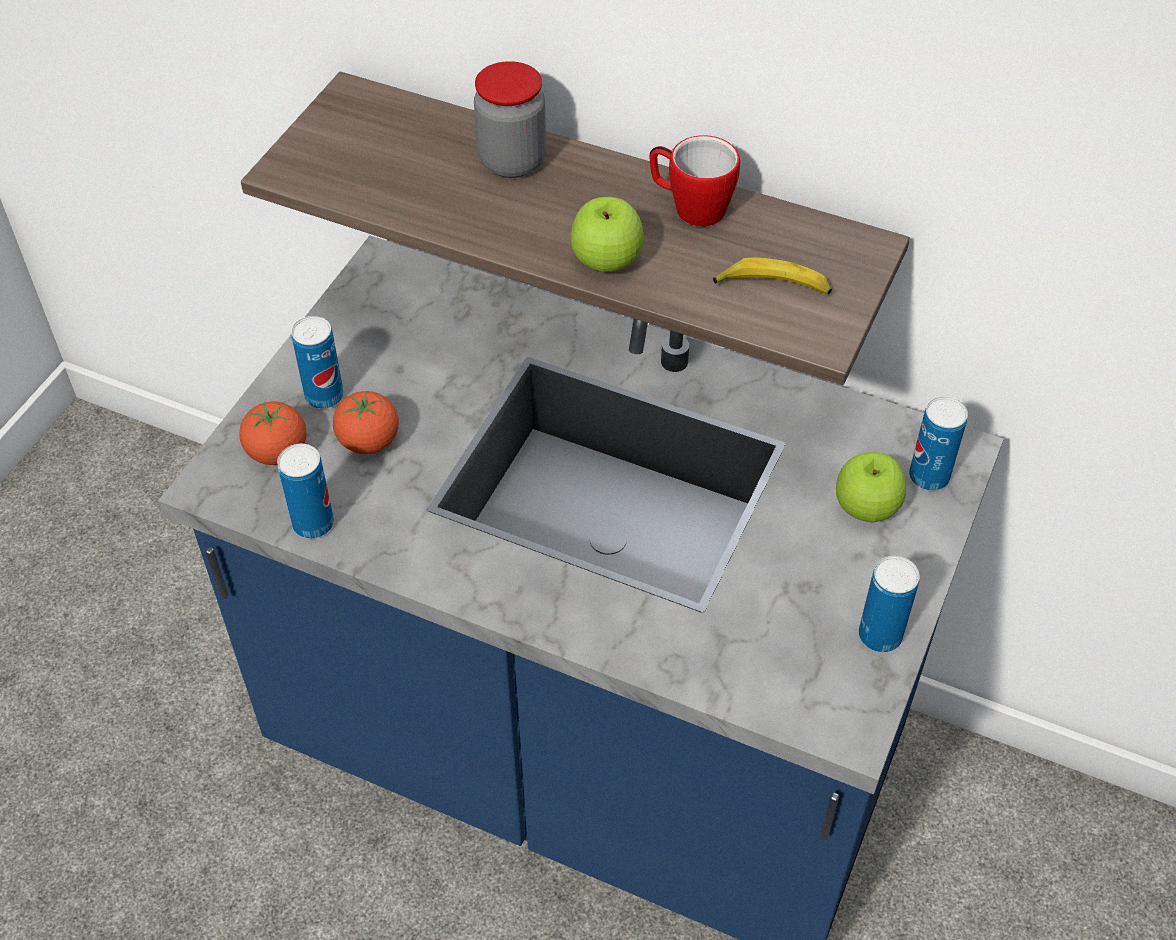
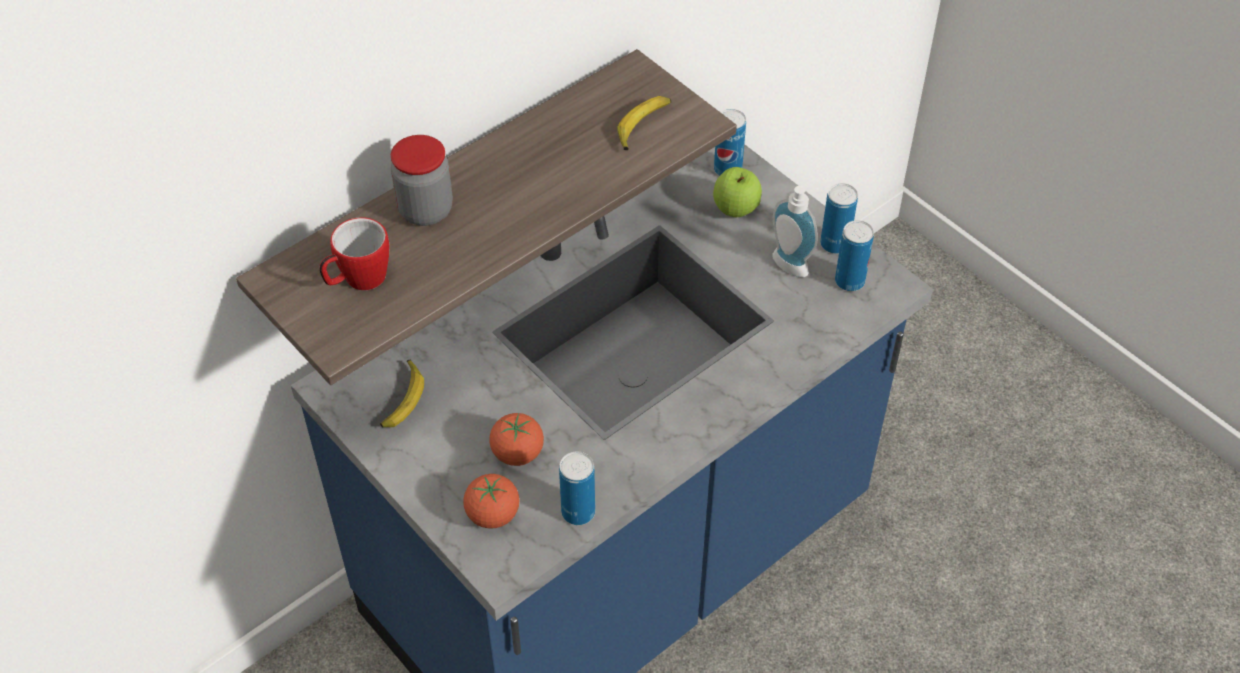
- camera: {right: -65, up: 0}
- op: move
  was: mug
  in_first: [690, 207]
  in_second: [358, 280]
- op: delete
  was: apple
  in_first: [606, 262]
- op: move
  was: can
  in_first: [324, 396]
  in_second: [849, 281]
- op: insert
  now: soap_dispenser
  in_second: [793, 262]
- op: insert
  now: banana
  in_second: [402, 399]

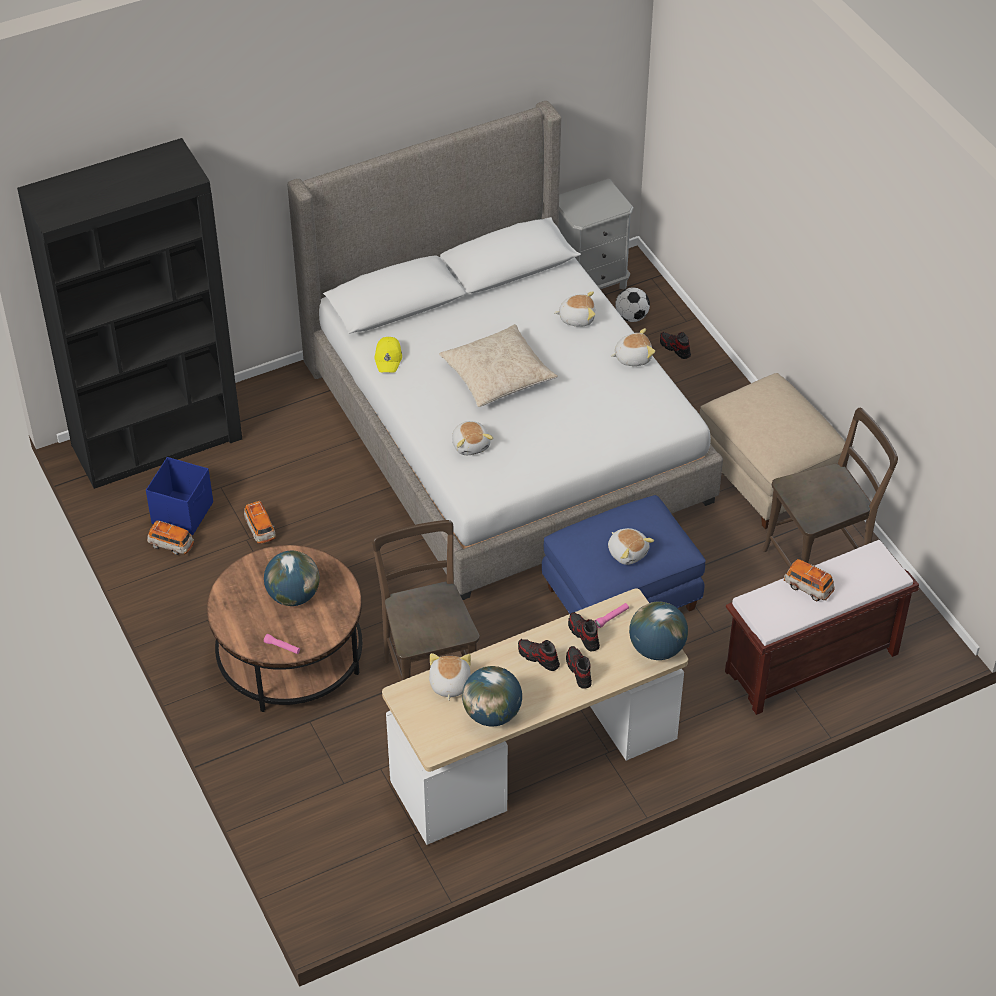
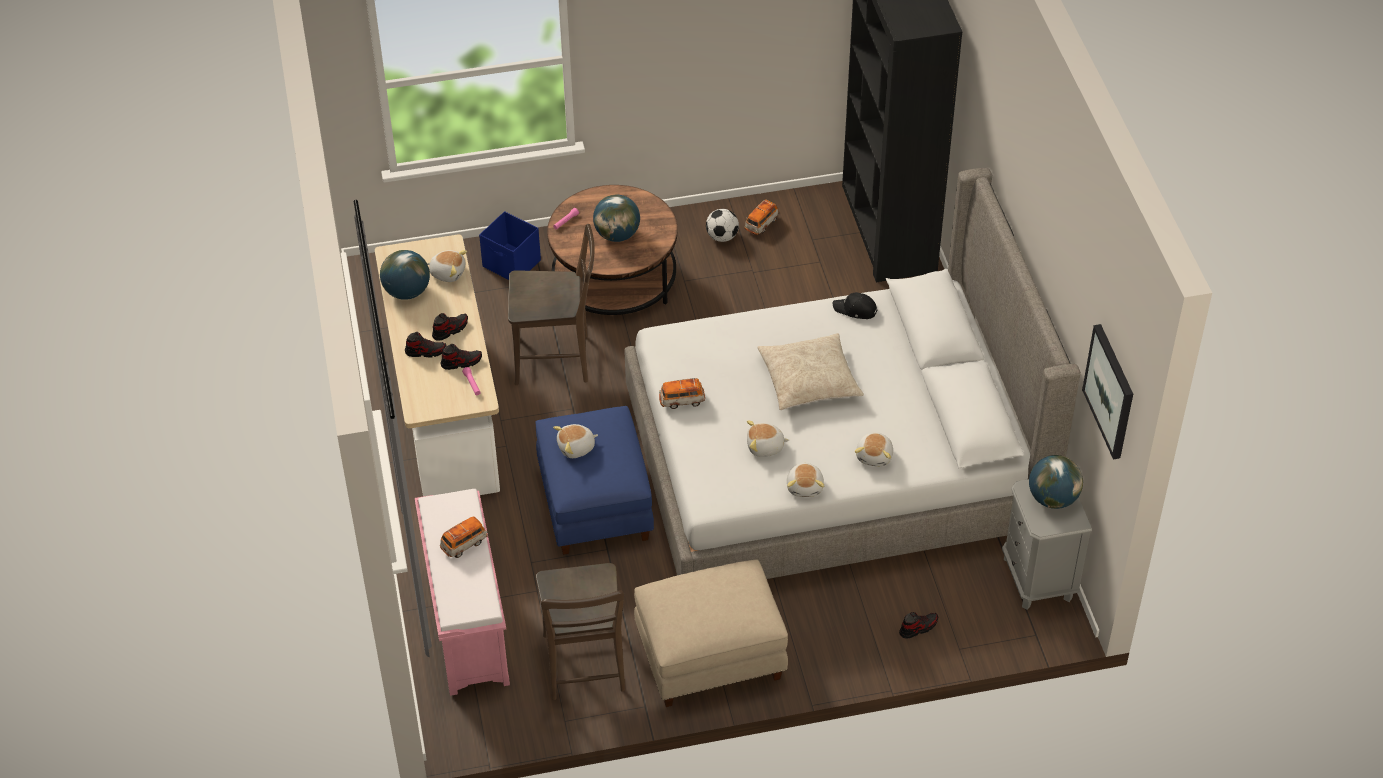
- camera: {right: 105, up: 0}
- op: move
  was: football
  in_first: [631, 317]
  in_second: [722, 237]
- op: recolor
  was: yellow_cap
  now: black_cap
  in_first: [388, 358]
  in_second: [855, 310]
- op: move
  was: plush_toy
  in_first: [471, 445]
  in_second: [765, 447]
- op: move
  was: blue_storage_box
  in_first: [183, 513]
  in_second: [512, 264]
- op: move
  was: toy_car
  in_first: [260, 529]
  in_second: [682, 400]
- op: recolor
  was: brown_bench
  now: pink_bench
  in_first: [810, 664]
  in_second: [466, 624]
- op: move
  was: globe
  in_first: [657, 649]
  in_second: [1052, 499]
- op: insert
  now: picture
  in_second: [1110, 391]

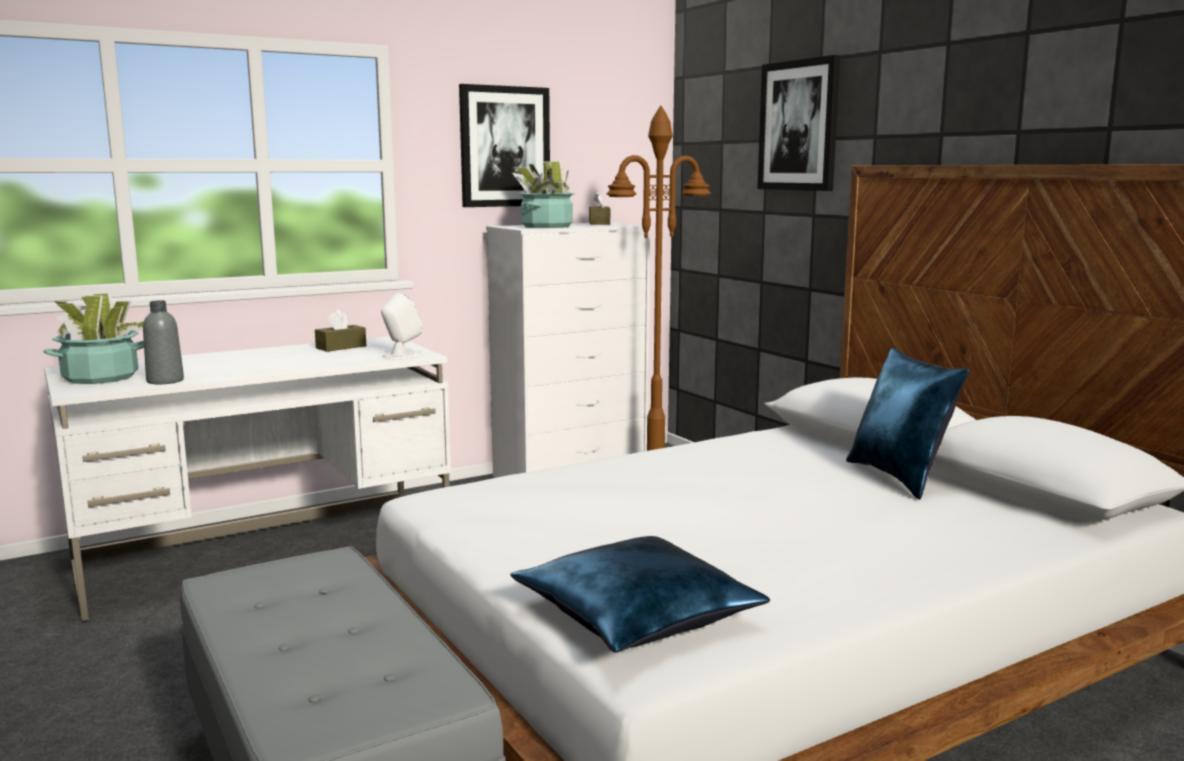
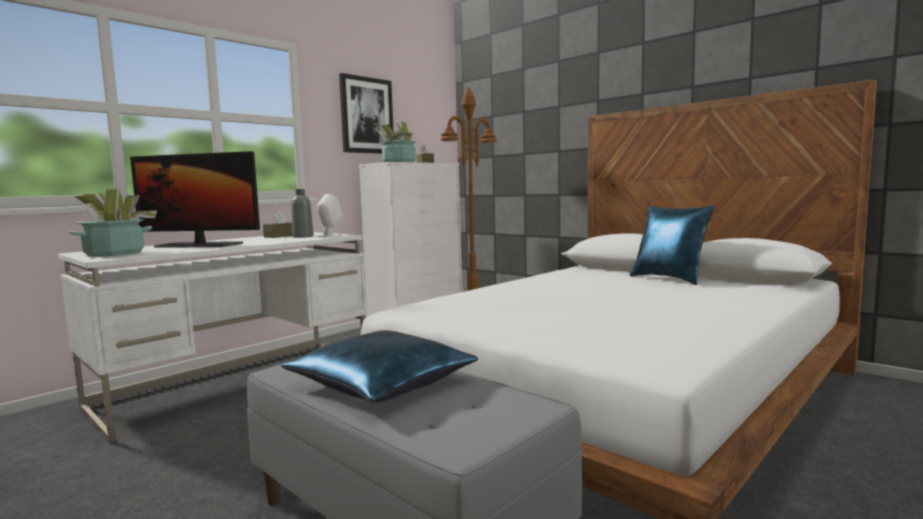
- camera: {right: -15, up: -5}
- op: delete
  was: picture
  in_first: [799, 126]
- op: move
  was: grey_bottle
  in_first: [165, 381]
  in_second: [303, 236]
- op: move
  was: blue_pillow
  in_first: [638, 616]
  in_second: [383, 384]
- op: insert
  now: monitor
  in_second: [199, 245]

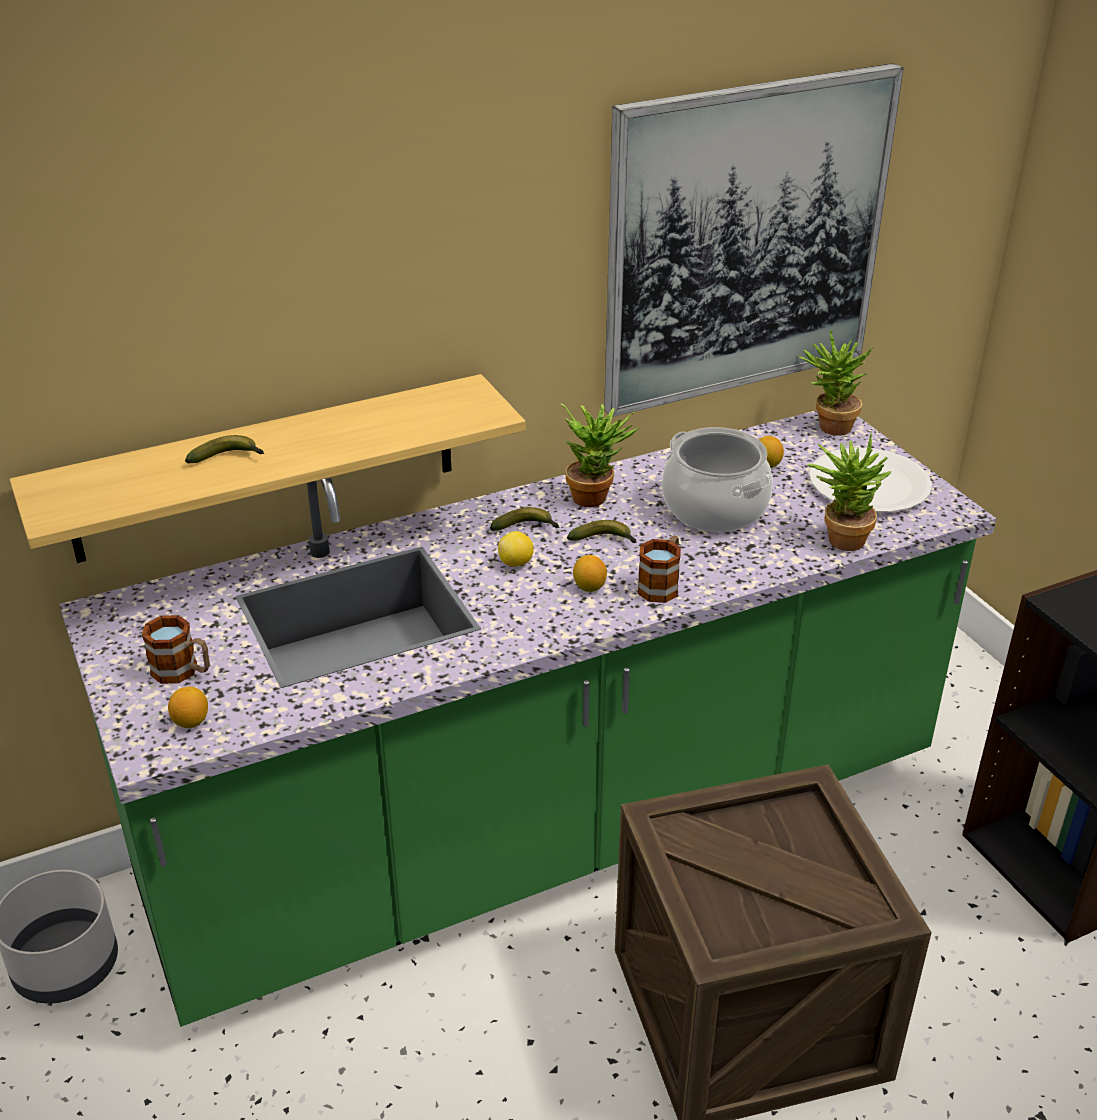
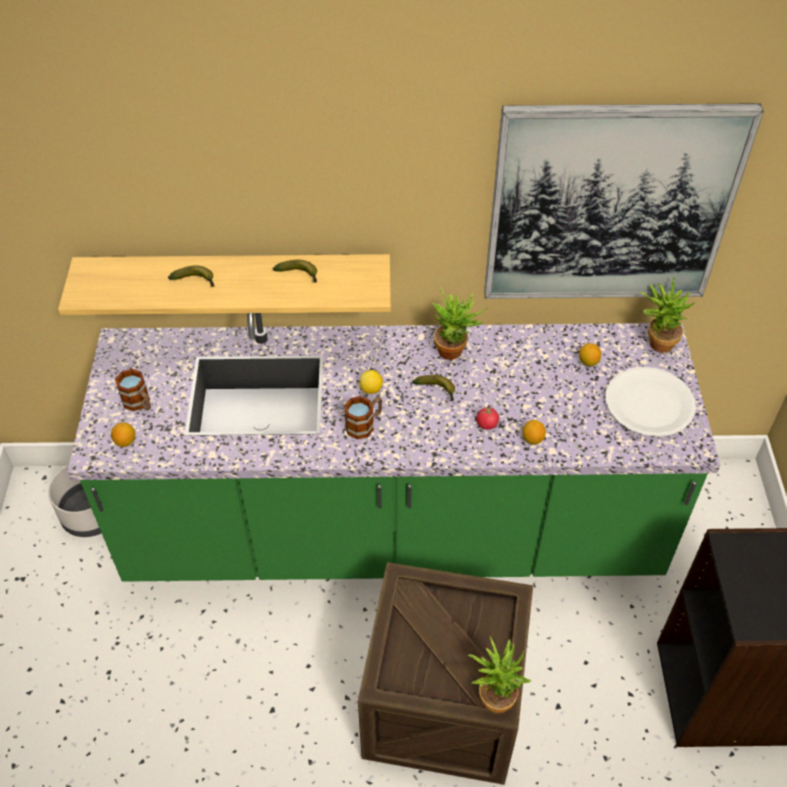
- camera: {right: 25, up: 15}
- op: delete
  was: cooking_pot
  in_first: [715, 507]
- op: move
  was: potted_plant
  in_first: [840, 537]
  in_second: [494, 695]
- op: move
  was: banana
  in_first: [527, 528]
  in_second: [300, 275]
- op: move
  was: mug
  in_first: [661, 585]
  in_second: [364, 424]
- op: move
  was: lemon
  in_first: [589, 587]
  in_second: [532, 439]
- op: insert
  now: tomato
  in_second: [487, 424]

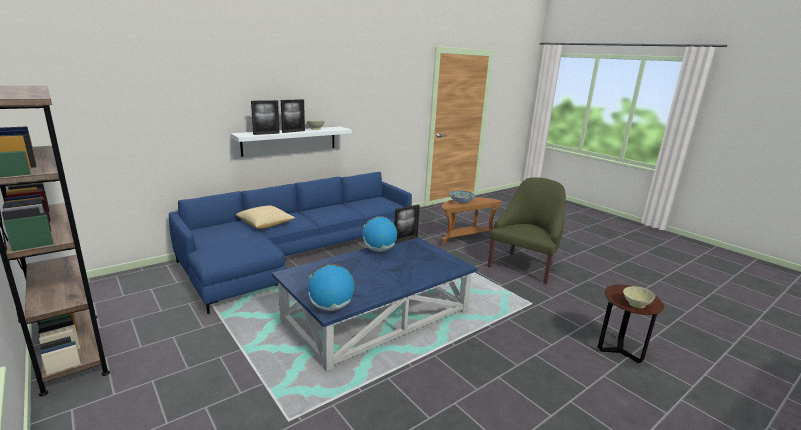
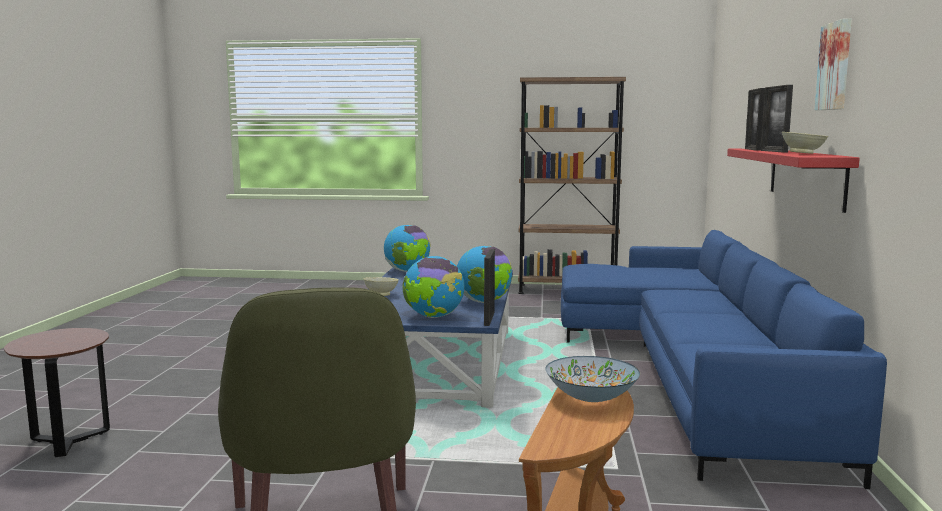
- camera: {right: 135, up: -10}
- op: recolor
  was: white_shelf
  now: red_shelf
  in_first: [290, 140]
  in_second: [805, 176]
- op: delete
  was: pillow
  in_first: [266, 224]
- op: move
  was: beige_bowl
  in_first: [635, 304]
  in_second: [381, 295]
- op: insert
  now: picture
  in_second: [836, 66]
- op: insert
  now: globe
  in_second: [434, 317]

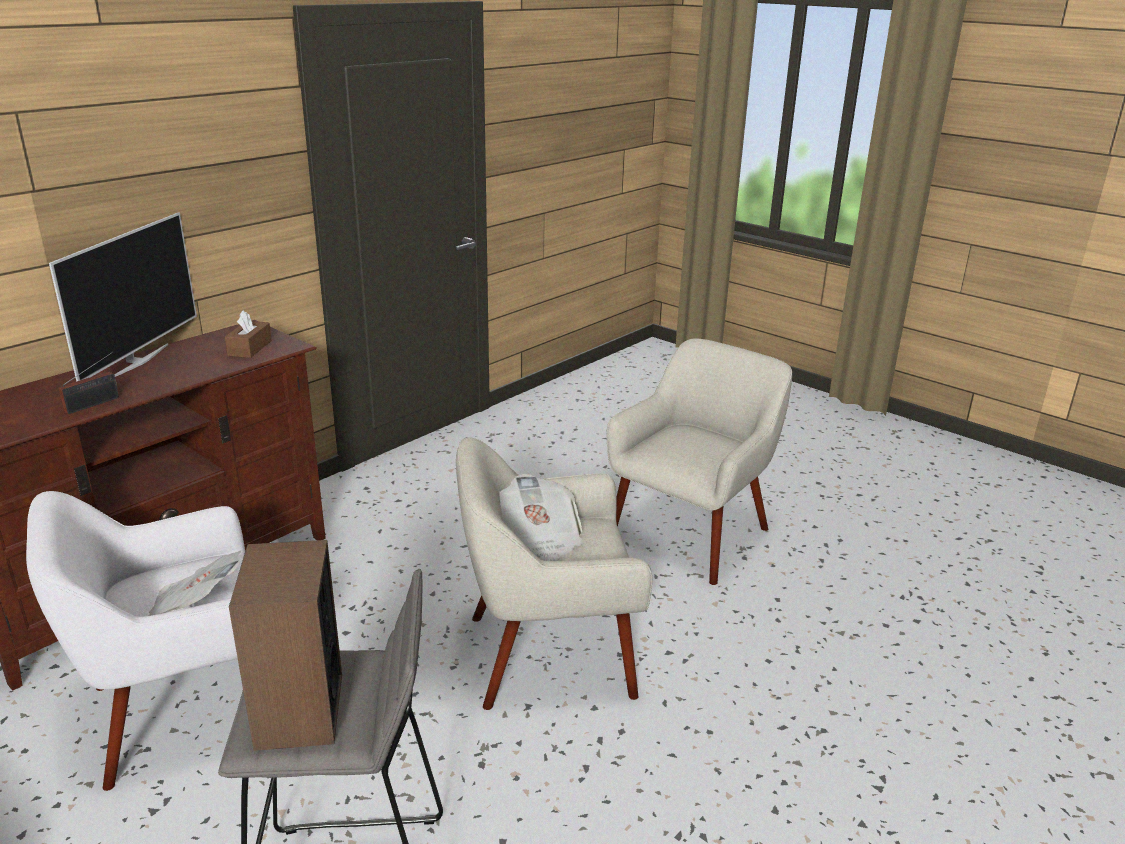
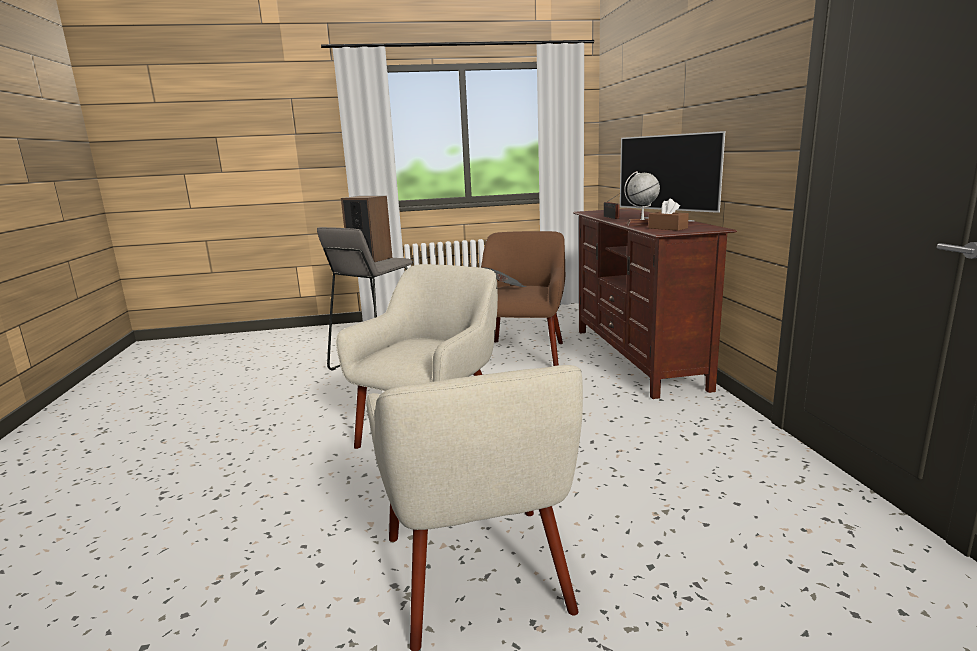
- camera: {right: 130, up: -10}
- op: delete
  was: newspaper
  in_first: [540, 540]
- op: recolor
  was: white_armchair
  now: brown_armchair
  in_first: [183, 710]
  in_second: [523, 353]
- op: insert
  now: globe
  in_second: [642, 224]

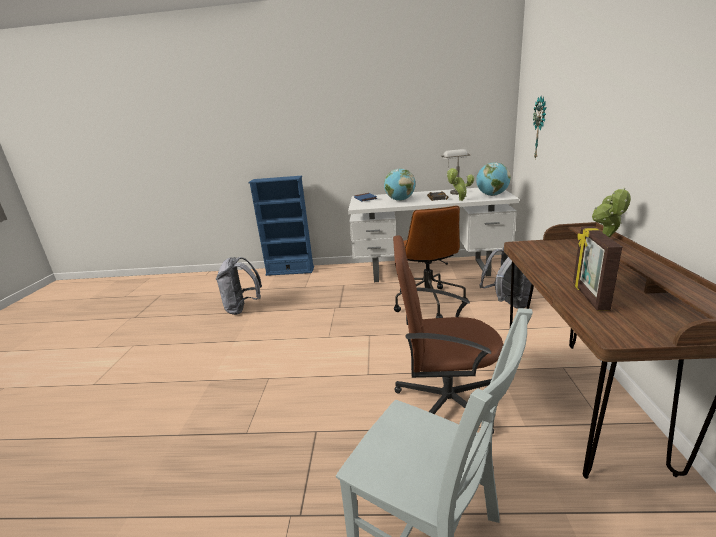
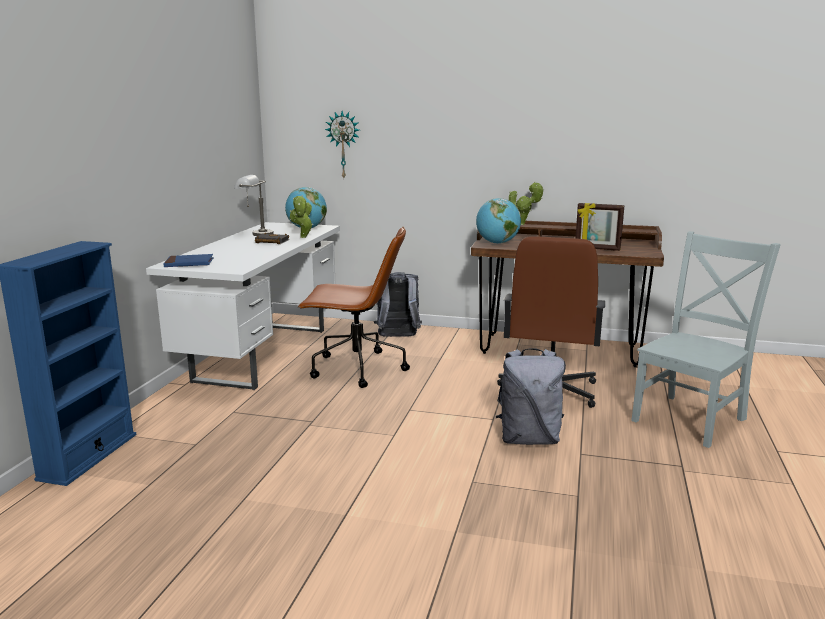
- camera: {right: -80, up: -5}
- op: move
  was: globe
  in_first: [400, 200]
  in_second: [497, 243]
- op: move
  was: grey_backpack
  in_first: [243, 308]
  in_second: [529, 439]

